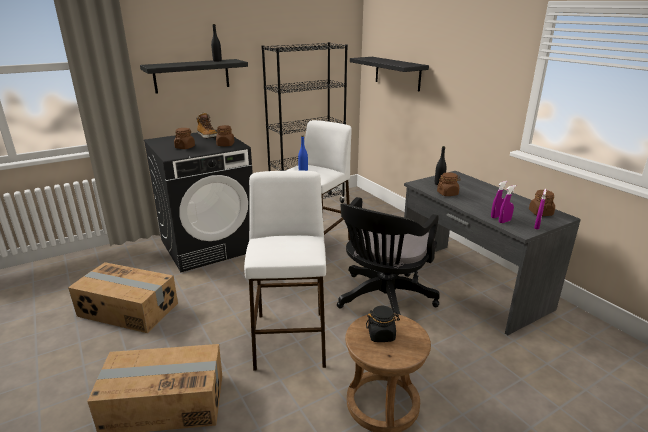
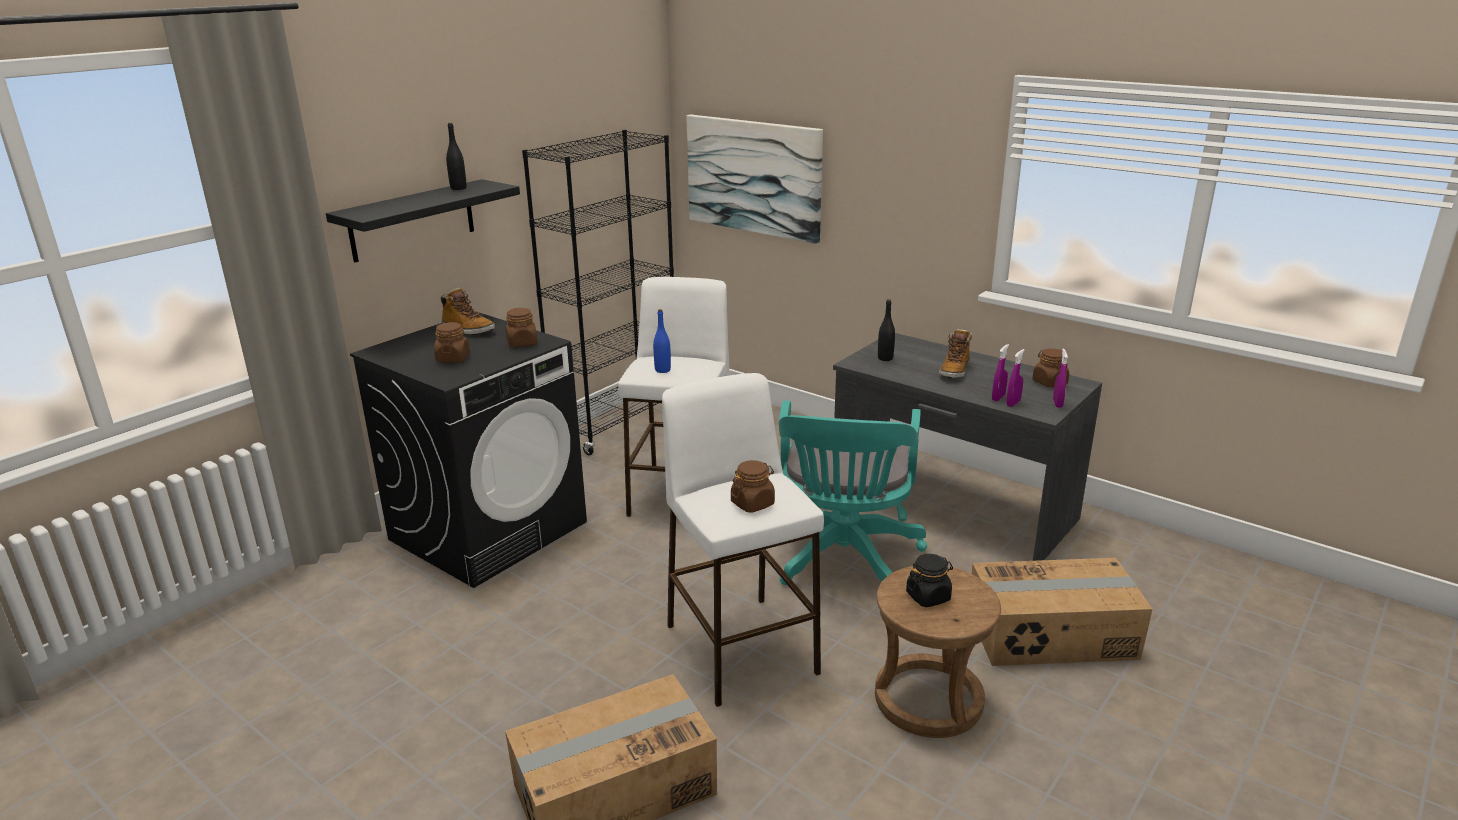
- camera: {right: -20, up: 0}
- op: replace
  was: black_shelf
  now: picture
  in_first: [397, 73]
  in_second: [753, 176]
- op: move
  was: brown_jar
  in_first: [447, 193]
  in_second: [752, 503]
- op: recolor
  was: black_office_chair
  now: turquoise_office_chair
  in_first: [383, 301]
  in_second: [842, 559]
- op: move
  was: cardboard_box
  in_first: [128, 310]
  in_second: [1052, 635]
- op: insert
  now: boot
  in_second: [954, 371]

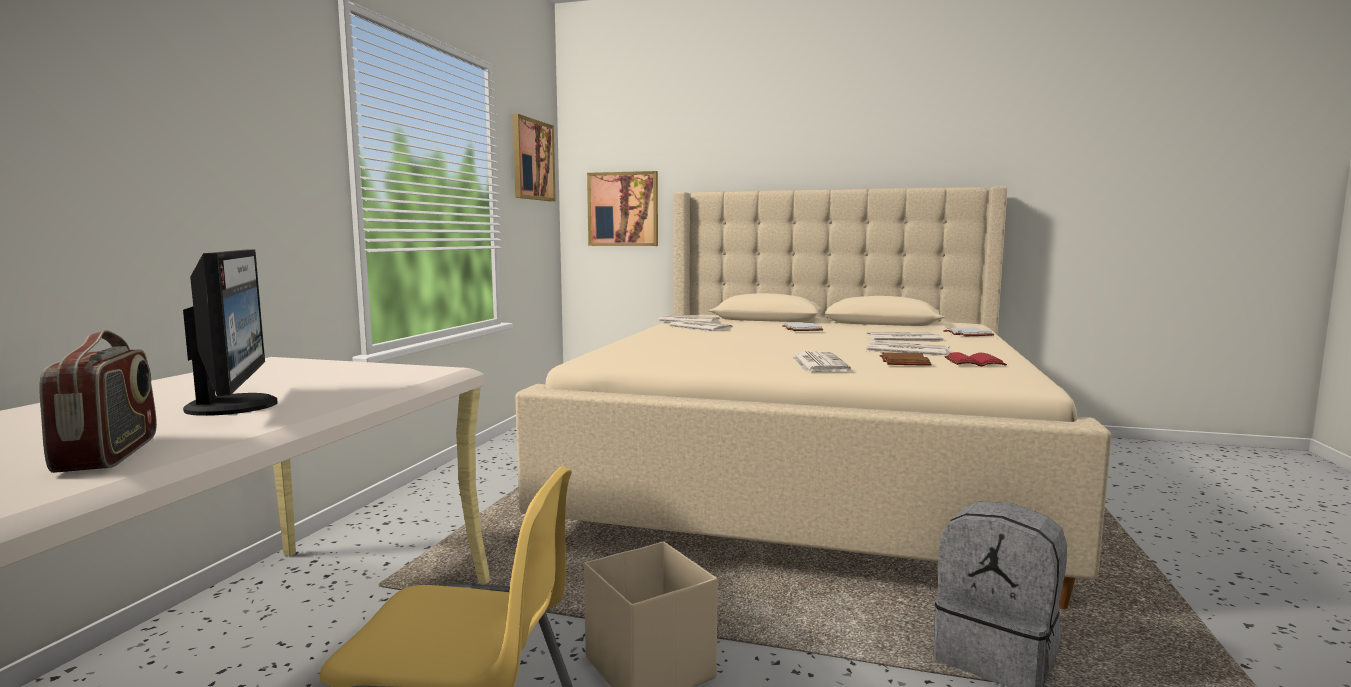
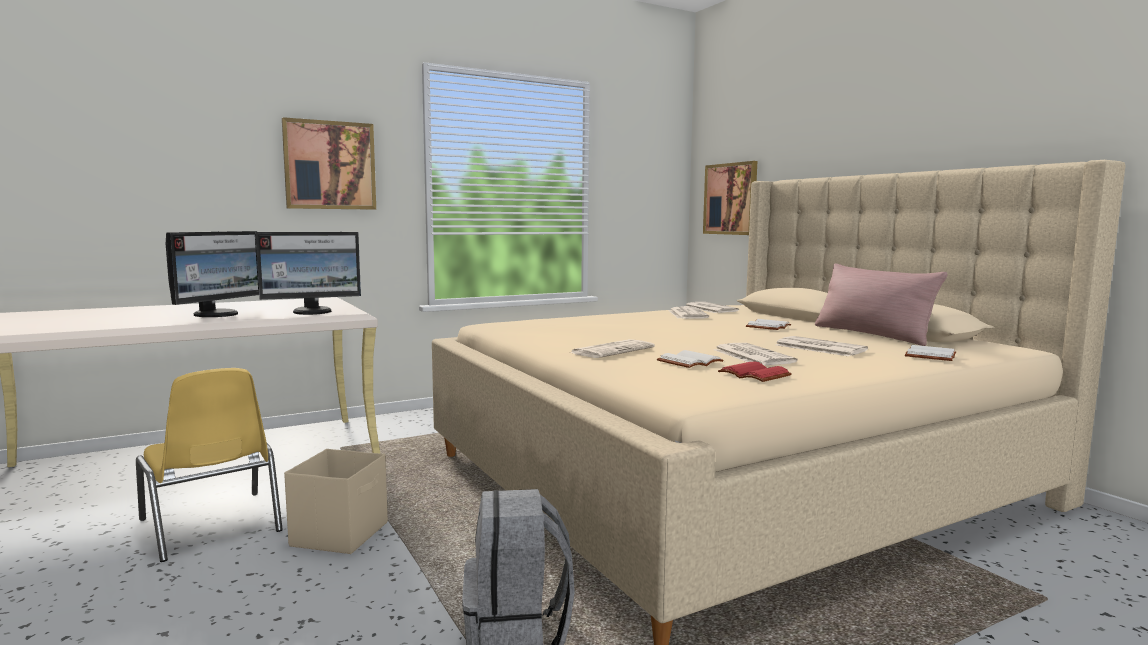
- camera: {right: 45, up: 0}
- op: move
  was: picture
  in_first: [532, 160]
  in_second: [330, 165]
- op: delete
  was: radio
  in_first: [110, 454]
- op: recolor
  was: brown_book
  now: white_book
  in_first: [902, 362]
  in_second: [689, 362]
- op: insert
  now: monitor
  in_second: [313, 312]
- op: insert
  now: pink_pillow
  in_second: [871, 334]

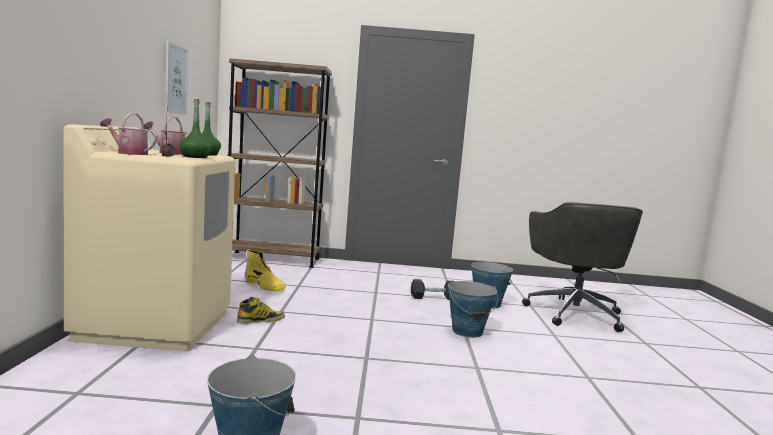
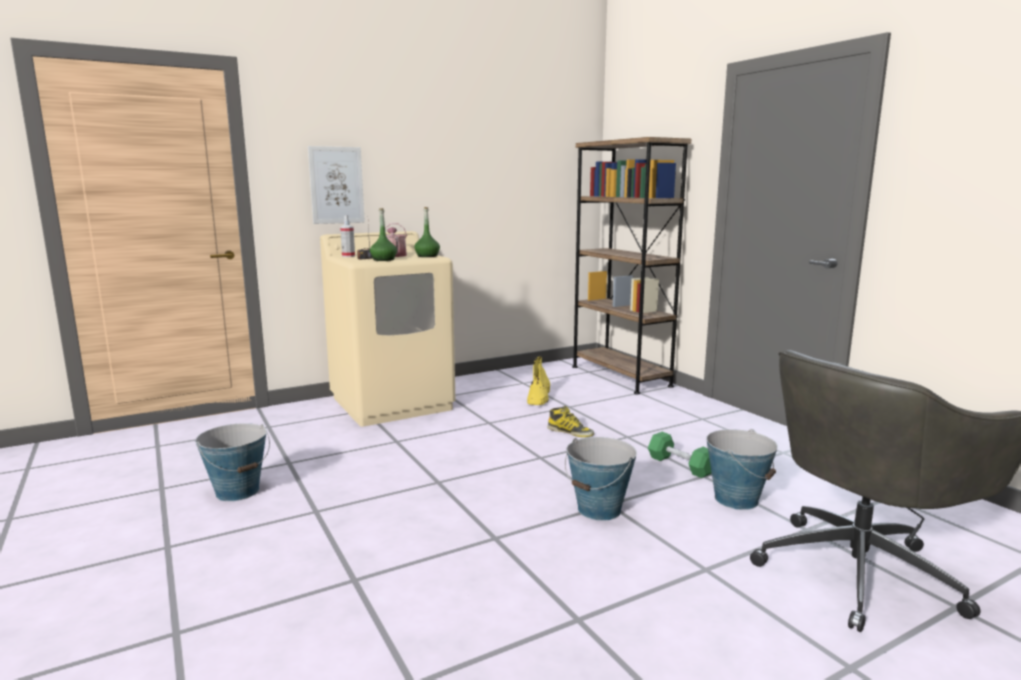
- camera: {right: 60, up: 5}
- op: move
  was: picture
  in_first: [176, 79]
  in_second: [336, 185]
- op: replace
  was: watering_can
  now: spray_bottle
  in_first: [129, 153]
  in_second: [348, 256]
- op: recolor
  was: black_dumbbell
  now: green_dumbbell
  in_first: [433, 297]
  in_second: [680, 465]
- op: move
  was: boot
  in_first: [261, 320]
  in_second: [570, 432]

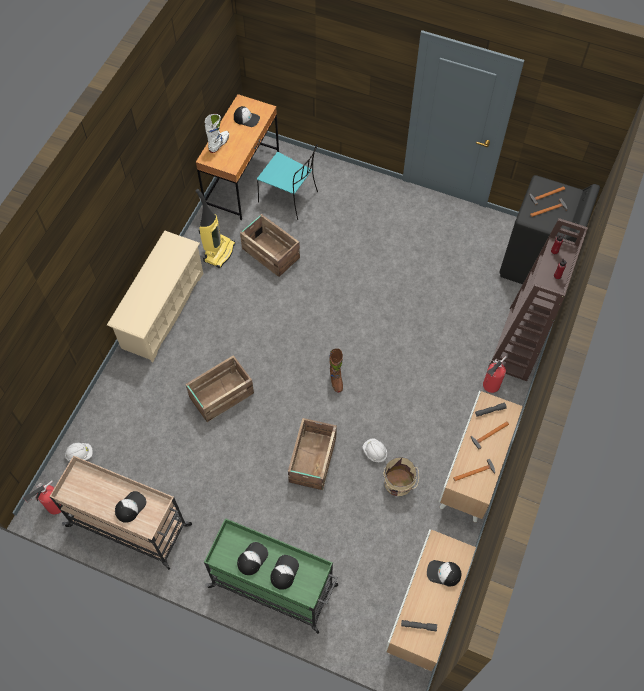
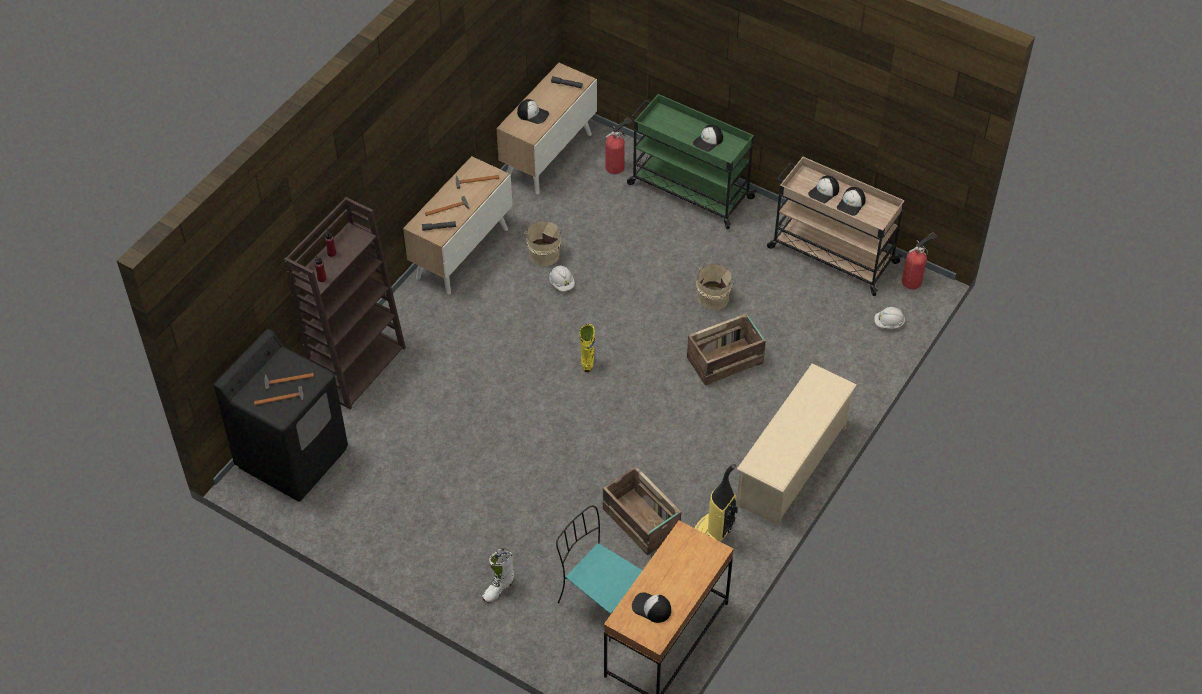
- camera: {right: -170, up: -10}
- op: move
  was: white_boot
  in_first: [219, 144]
  in_second: [498, 589]
- op: recolor
  was: brown_boot
  now: yellow_boot
  in_first: [336, 379]
  in_second: [587, 359]
- op: move
  was: fire_extinguisher
  in_first: [490, 386]
  in_second: [616, 166]
- op: delete
  was: crate
  in_first: [312, 460]
- op: move
  was: cap
  in_first: [284, 572]
  in_second: [851, 204]
- op: insert
  now: beige_bucket
  in_second: [714, 297]

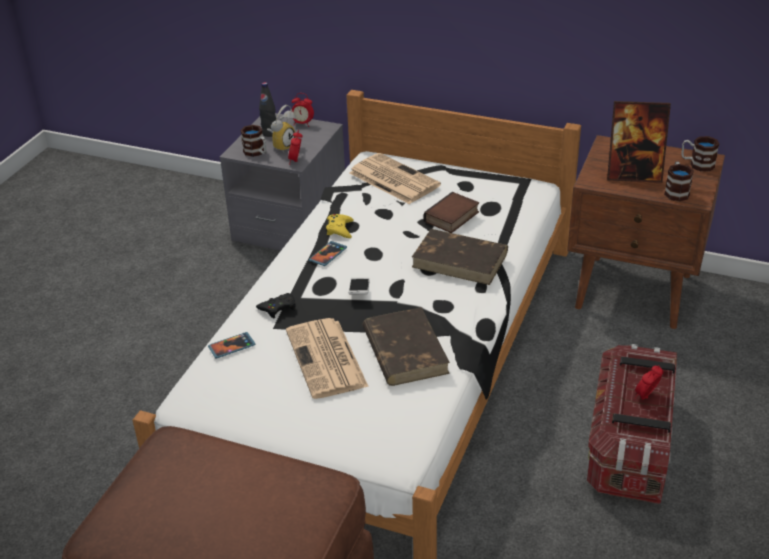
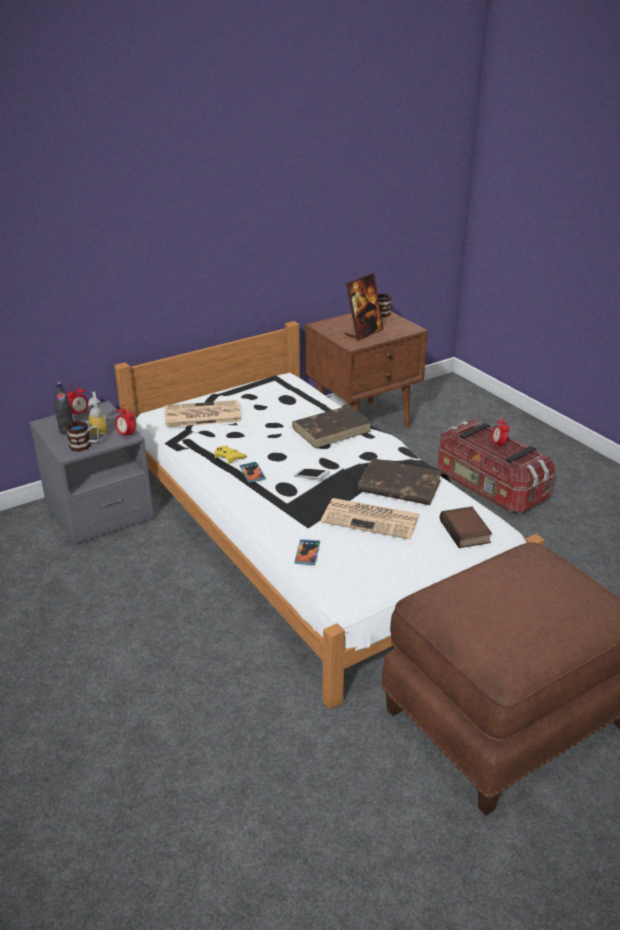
- camera: {right: -55, up: -5}
- op: delete
  was: mug
  in_first: [676, 191]
- op: move
  was: book
  in_first: [452, 218]
  in_second: [466, 532]
- op: delete
  was: black_game_controller
  in_first: [278, 308]

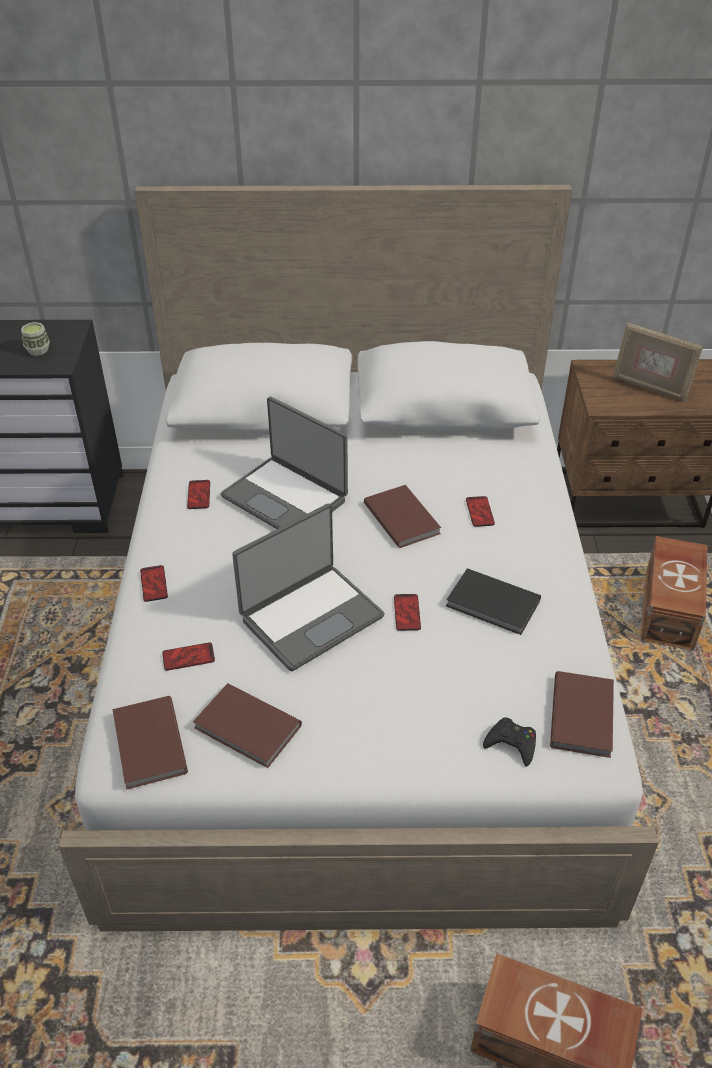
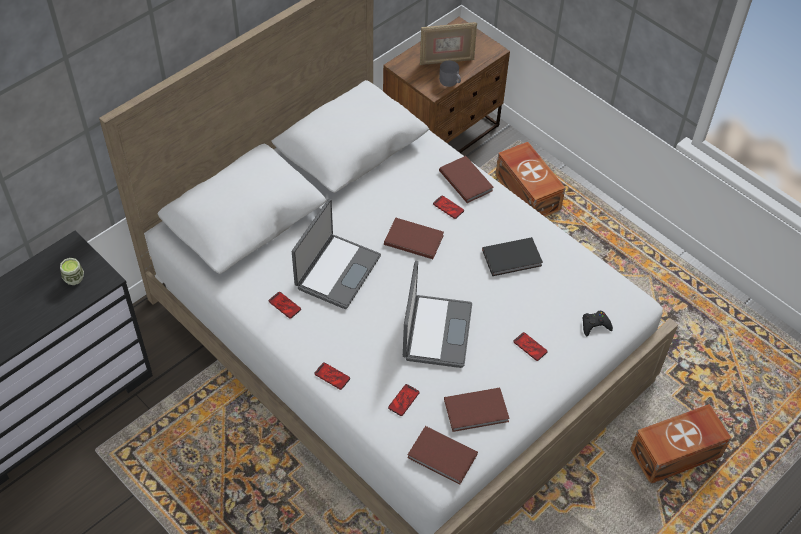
- camera: {right: -45, up: 10}
- op: rotate
  was: laptop
  in_first: [286, 498]
  in_second: [336, 271]
  clockwise: -60
- op: move
  was: phone
  in_first: [407, 613]
  in_second: [530, 347]
- op: move
  was: brown_book
  in_first: [584, 715]
  in_second: [466, 180]
- op: insert
  now: grey_mug
  in_second: [450, 82]

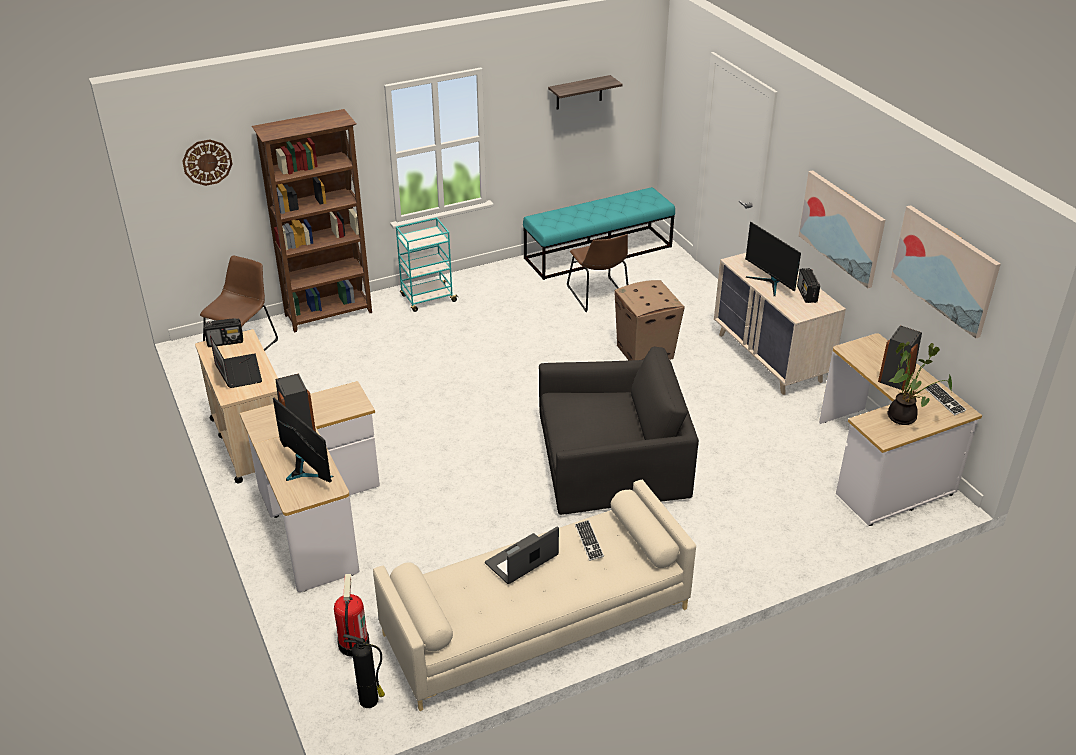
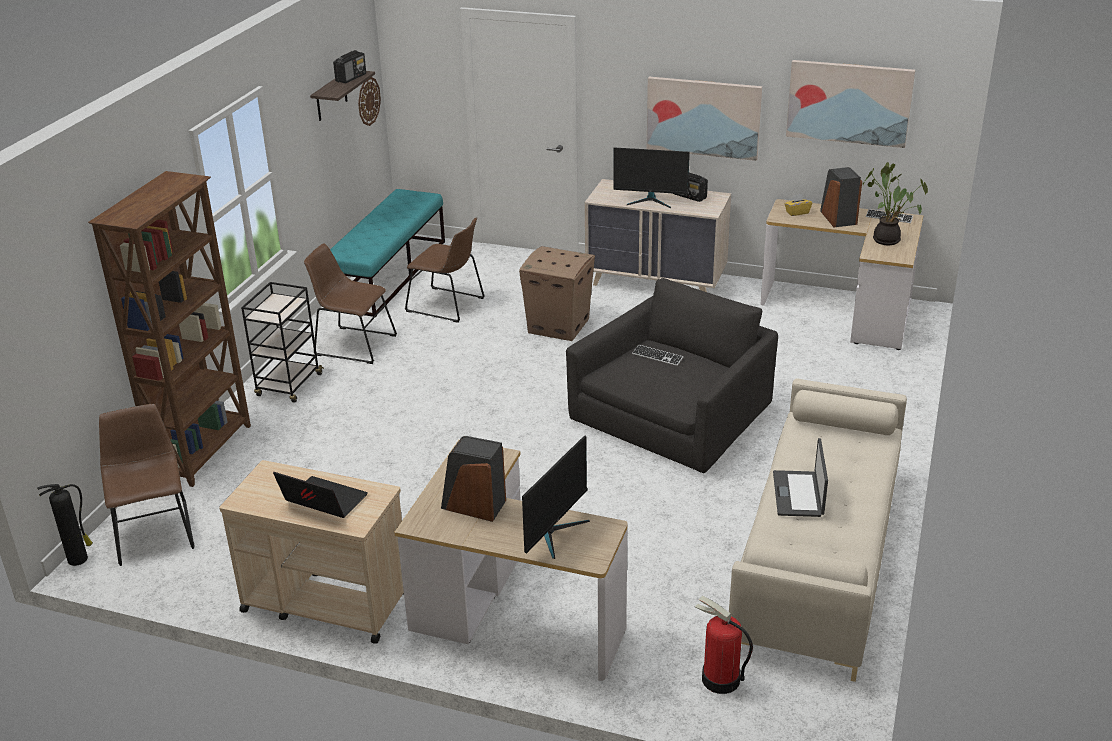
- camera: {right: -45, up: -5}
- op: move
  was: wall_clock
  in_first: [207, 162]
  in_second: [368, 101]
- op: recolor
  was: turquoise_cart
  now: black_cart
  in_first: [427, 299]
  in_second: [289, 386]
- op: move
  was: radio
  in_first: [225, 342]
  in_second: [351, 78]
- op: rotate
  was: monitor
  in_first: [304, 470]
  in_second: [554, 532]
  clockwise: 120
- op: move
  was: keyboard
  in_first: [589, 541]
  in_second: [657, 356]
- op: move
  was: fire_extinguisher
  in_first: [370, 701]
  in_second: [79, 559]
- op: insert
  now: yellow_tissue_box
  in_second: [797, 212]
- op: insert
  now: brown_chair
  in_second: [352, 344]

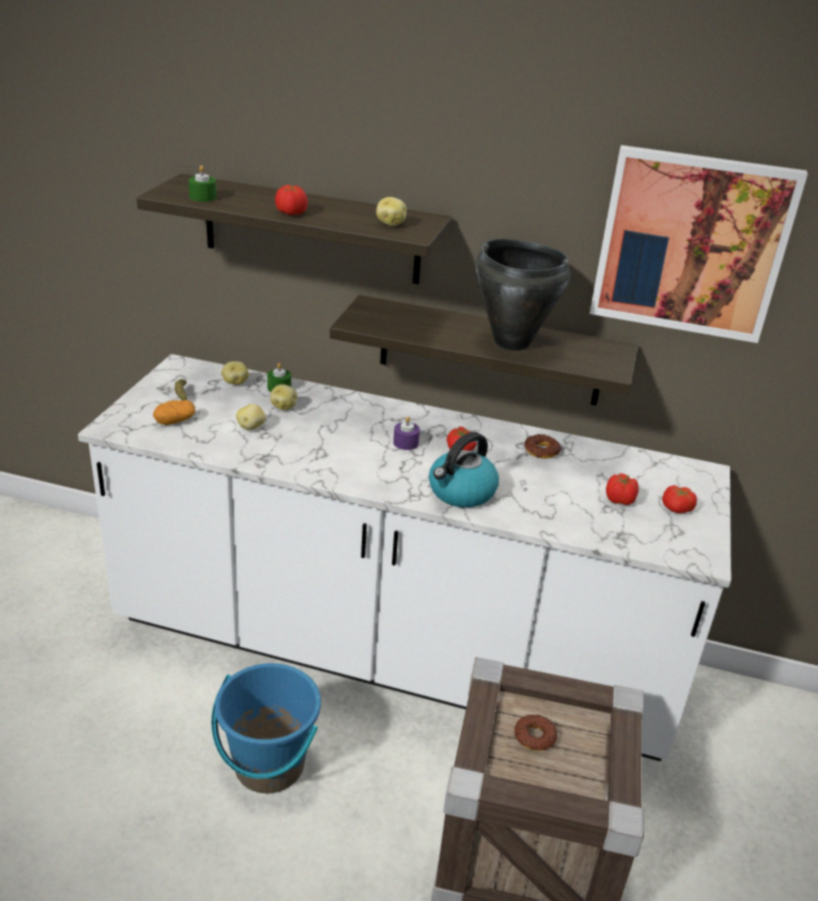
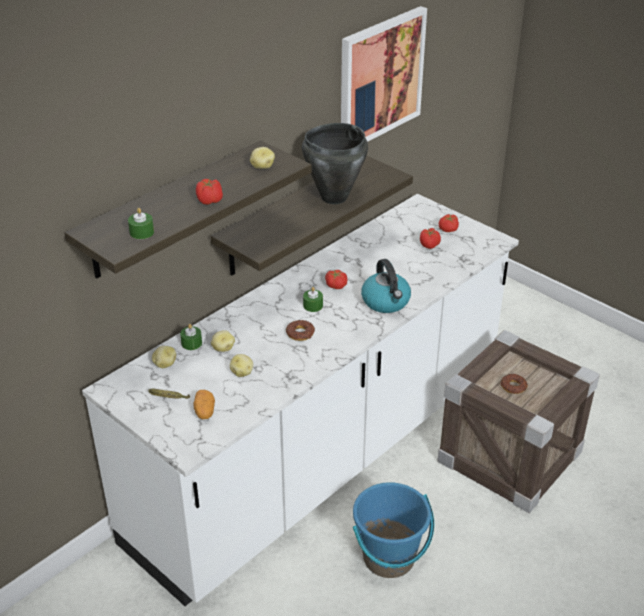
- camera: {right: -60, up: 5}
- op: recolor
  was: purple_candle
  now: green_candle
  in_first: [406, 443]
  in_second: [313, 306]
- op: move
  was: donut
  in_first: [541, 451]
  in_second: [300, 333]

